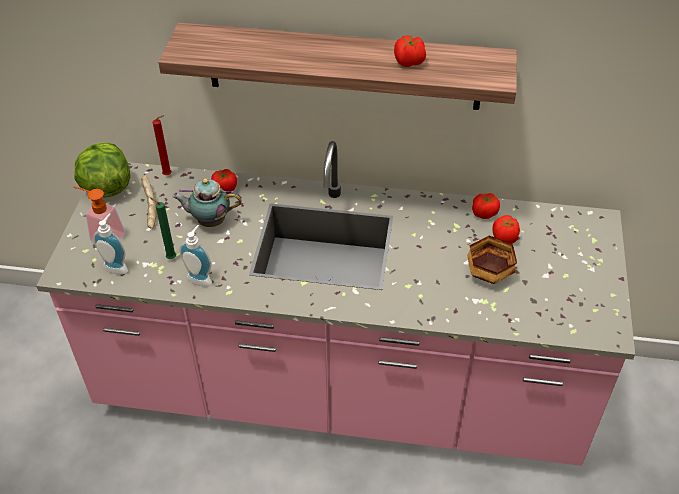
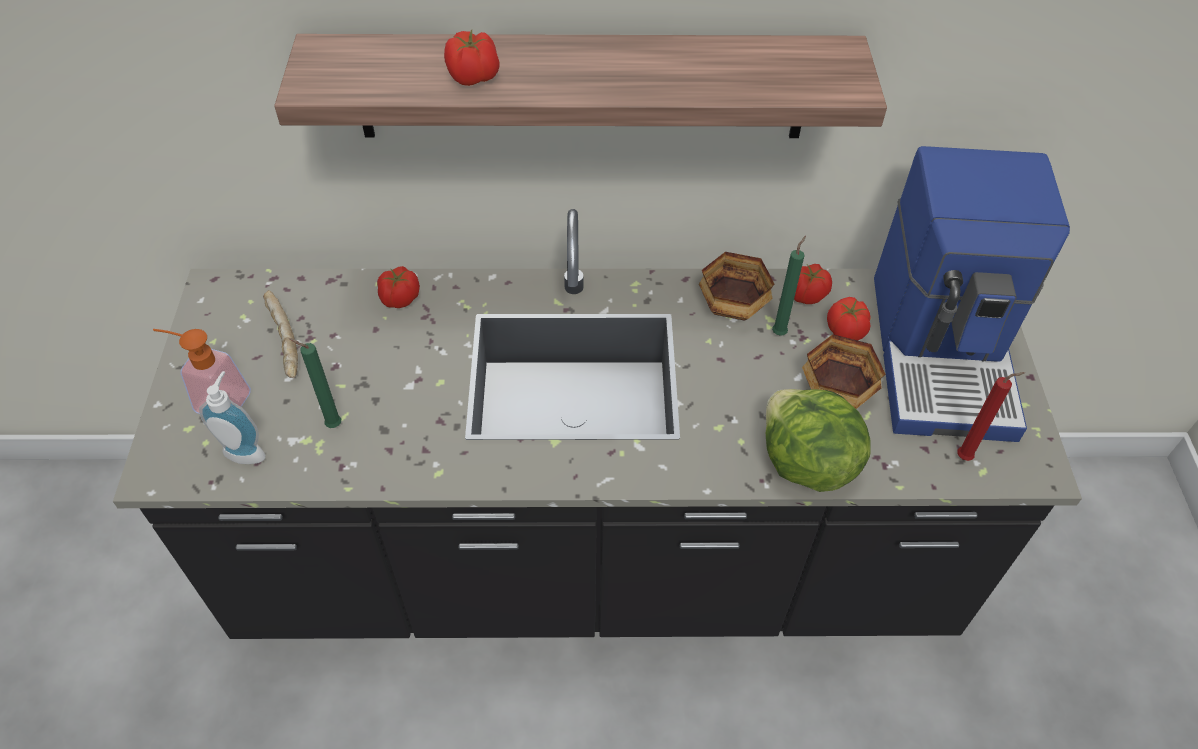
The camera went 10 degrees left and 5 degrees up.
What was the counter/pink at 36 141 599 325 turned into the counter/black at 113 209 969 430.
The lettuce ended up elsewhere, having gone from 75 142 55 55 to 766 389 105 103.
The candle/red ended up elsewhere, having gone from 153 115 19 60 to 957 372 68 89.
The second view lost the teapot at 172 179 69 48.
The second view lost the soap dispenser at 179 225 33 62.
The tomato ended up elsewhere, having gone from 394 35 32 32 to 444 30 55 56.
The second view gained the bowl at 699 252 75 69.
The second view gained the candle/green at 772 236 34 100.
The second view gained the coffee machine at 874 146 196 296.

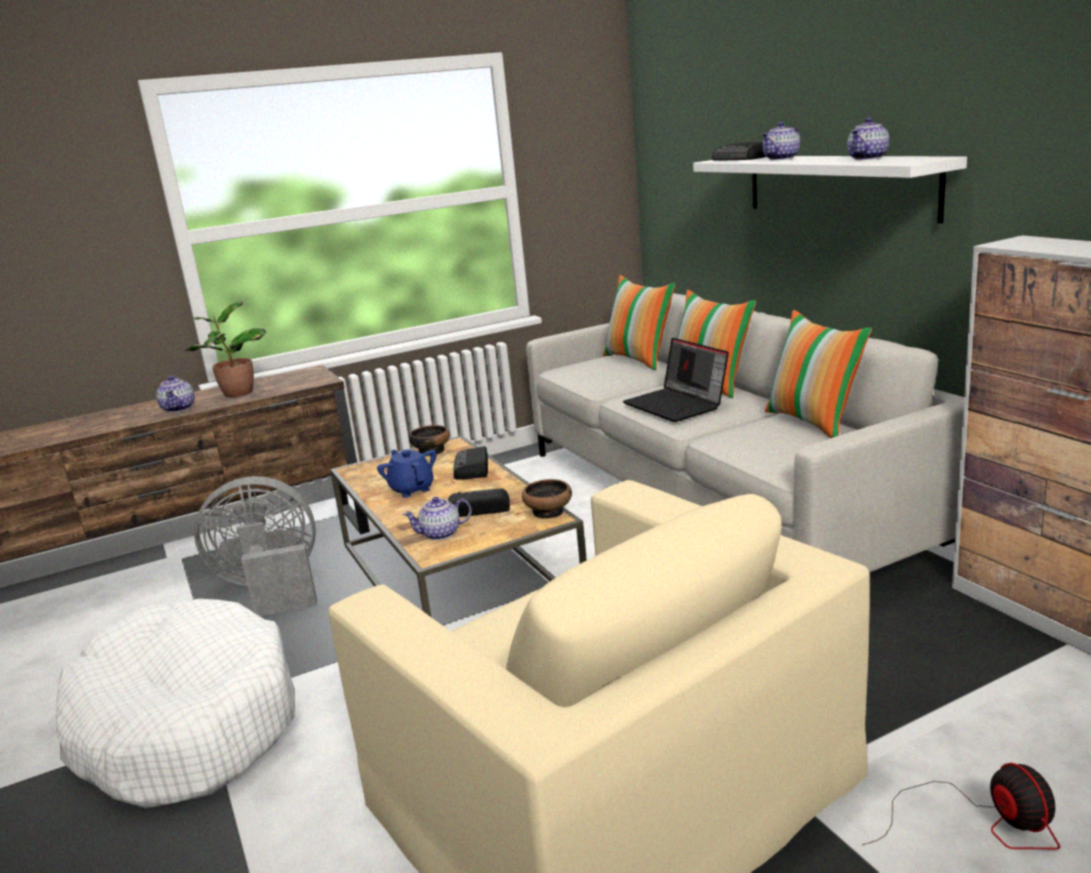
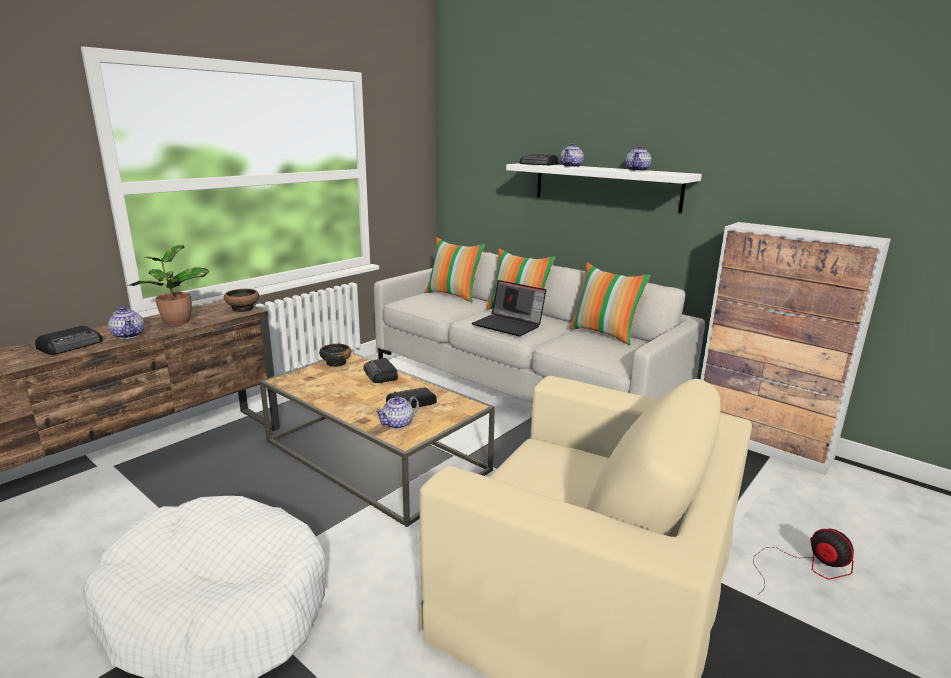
The camera went 25 degrees left and 0 degrees up.
The second view lost the fan/grey at 194 476 123 140.
The second view lost the teapot/blue at 377 449 60 49.
The bowl ended up elsewhere, having gone from 522 479 50 40 to 224 289 35 23.
The second view gained the radio at 35 326 68 29.

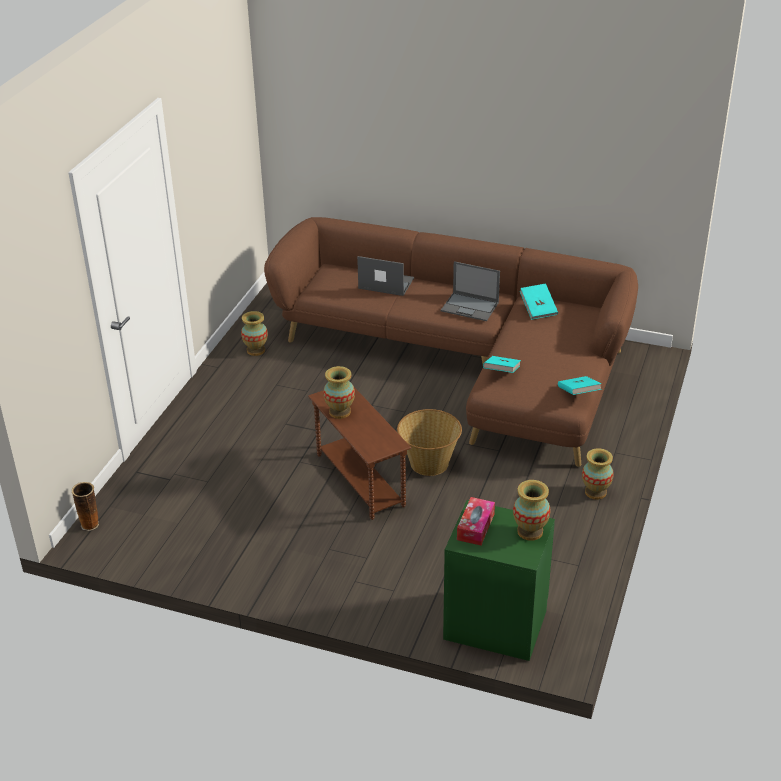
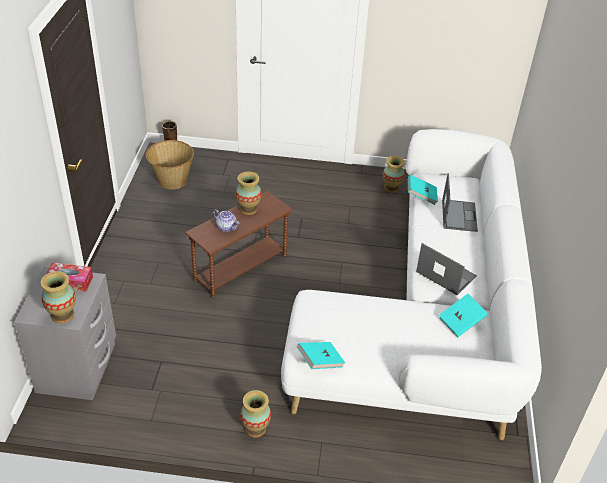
The camera went 75 degrees right and 5 degrees up.
What was the sofa/brown at 264 217 374 250 turned into the sofa/white at 281 129 261 311.
The basket ended up elsewhere, having gone from 397 409 65 67 to 145 140 49 50.
The laptop at 441 261 59 60 ended up facing another way, 120 degrees clockwise from before.
What was the nightstand/green at 443 500 112 161 turned into the nightstand/grey at 14 267 102 133.
The book/turquoise ended up elsewhere, having gone from 483 356 38 17 to 408 174 30 31.
The second view gained the teapot at 213 209 26 23.

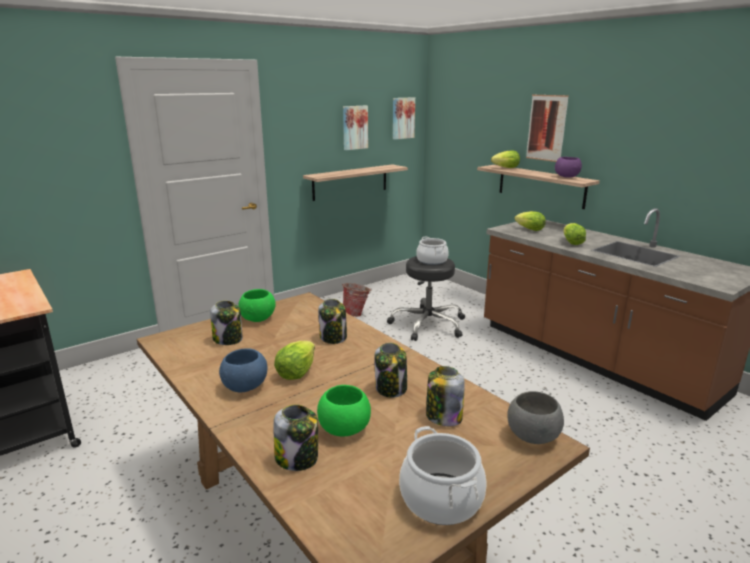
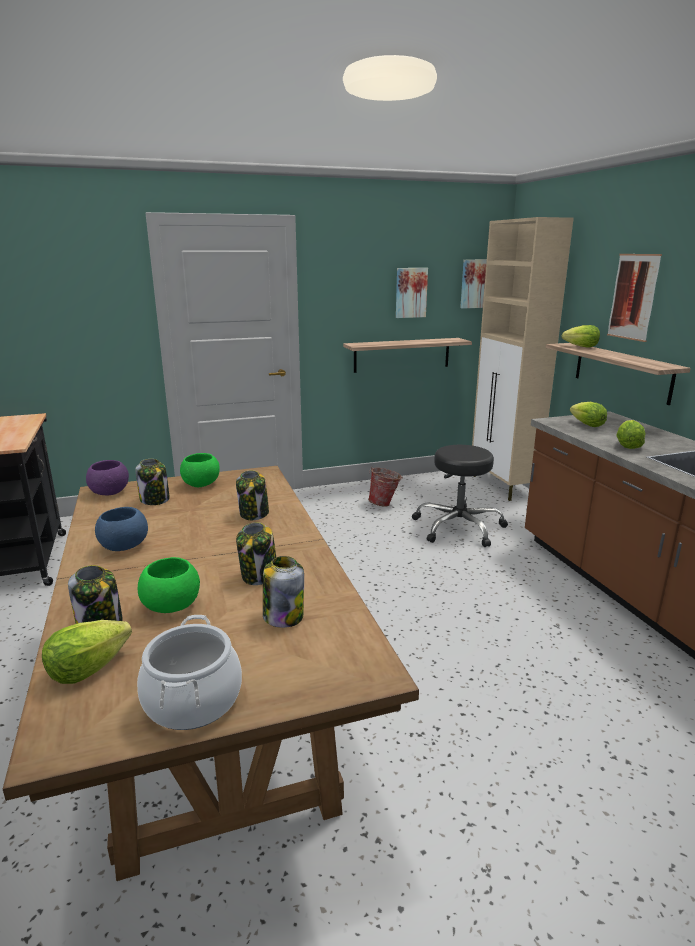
The camera went 20 degrees right and 0 degrees up.
The lettuce ended up elsewhere, having gone from 274 341 41 39 to 42 620 90 64.
The second view lost the cooking pot at 416 237 33 28.
The second view lost the bowl/grey at 507 391 57 53.
The bowl/purple ended up elsewhere, having gone from 555 157 27 21 to 86 460 43 35.
The second view gained the cabinet/beige at 472 217 102 284.

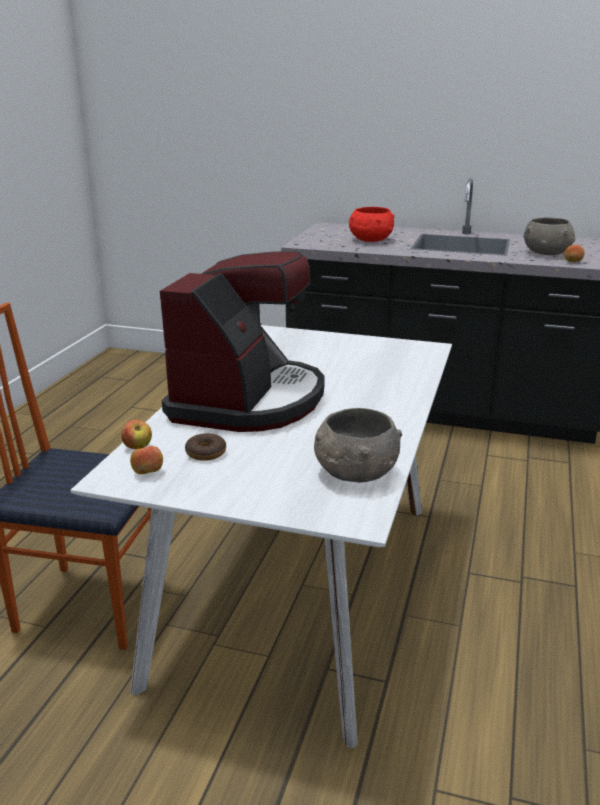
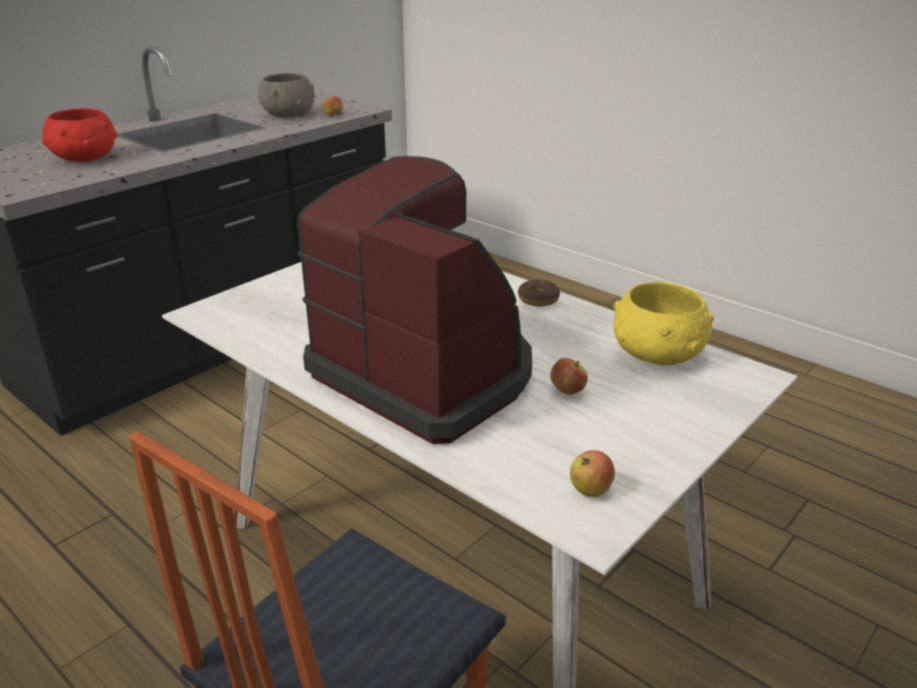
The camera went 65 degrees left and 5 degrees up.
The apple ended up elsewhere, having gone from 121 420 31 29 to 550 358 38 37.
The donut ended up elsewhere, having gone from 185 433 41 28 to 518 280 42 26.
What was the bowl/grey at 314 408 88 75 turned into the bowl/yellow at 614 282 100 83.

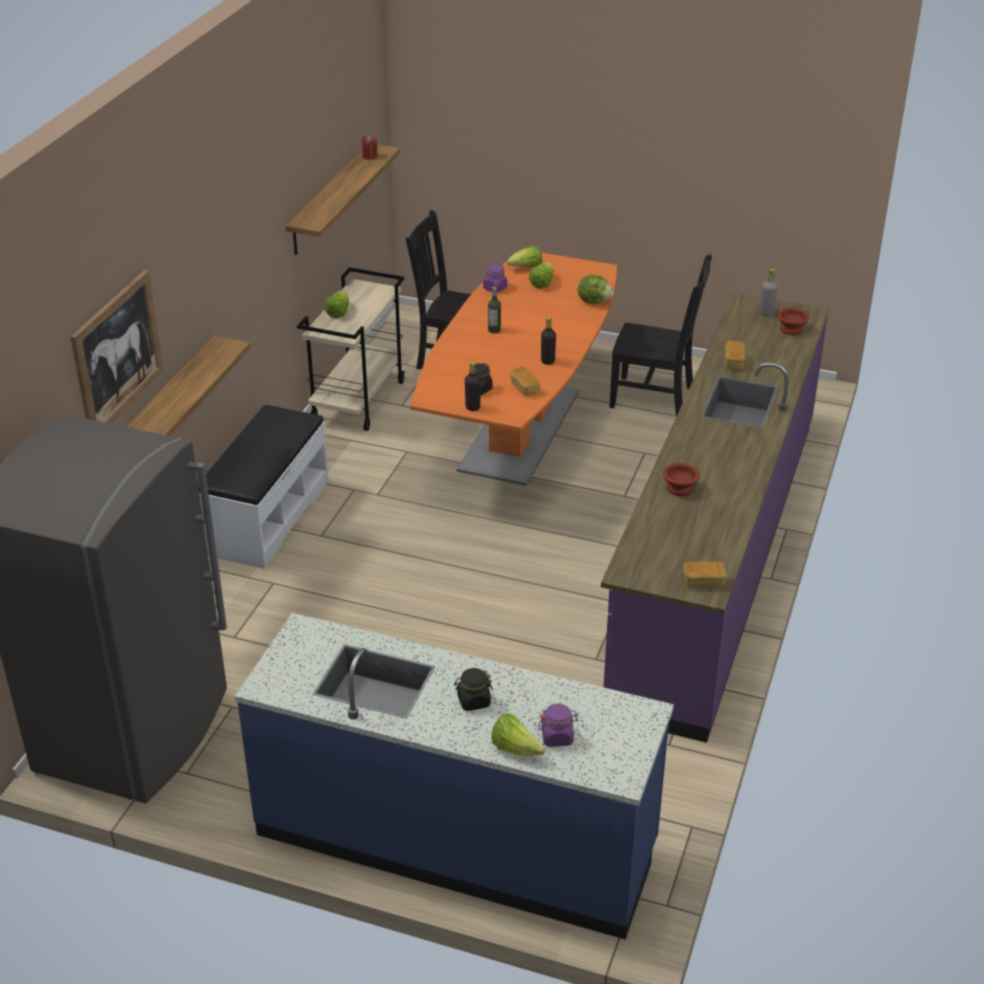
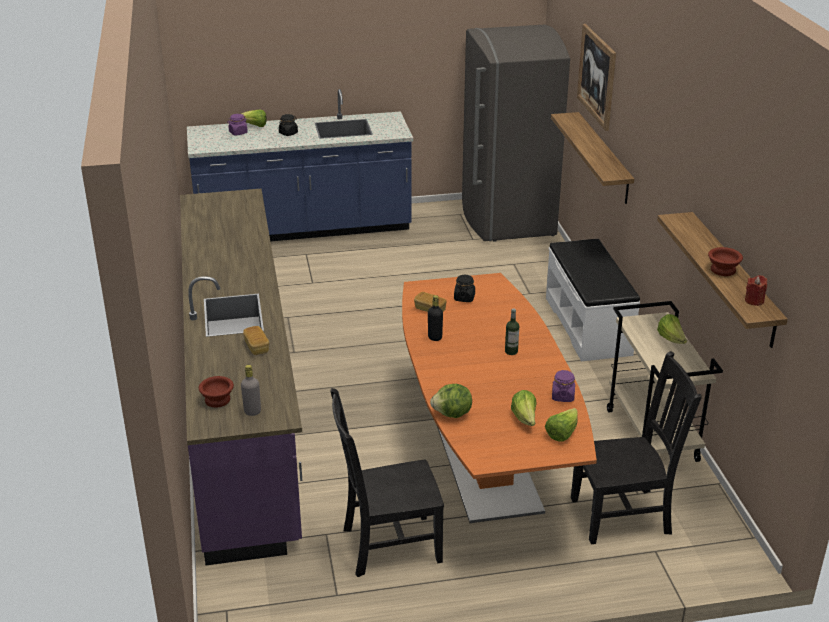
The camera went 150 degrees right and 5 degrees down.
The second view lost the bottle/black at 465 362 16 49.
The bowl/brown ended up elsewhere, having gone from 663 463 37 33 to 708 247 35 29.
The second view lost the bread at 683 562 43 25.

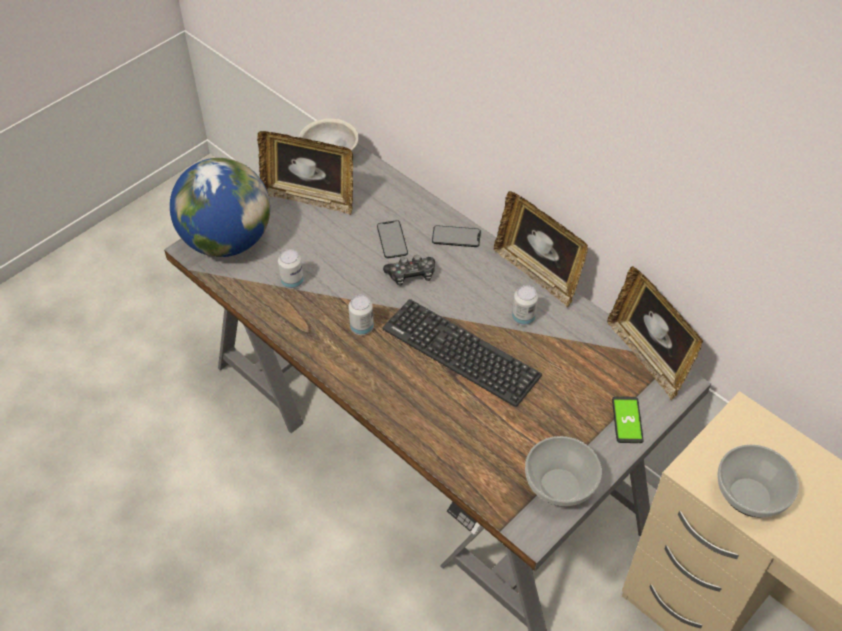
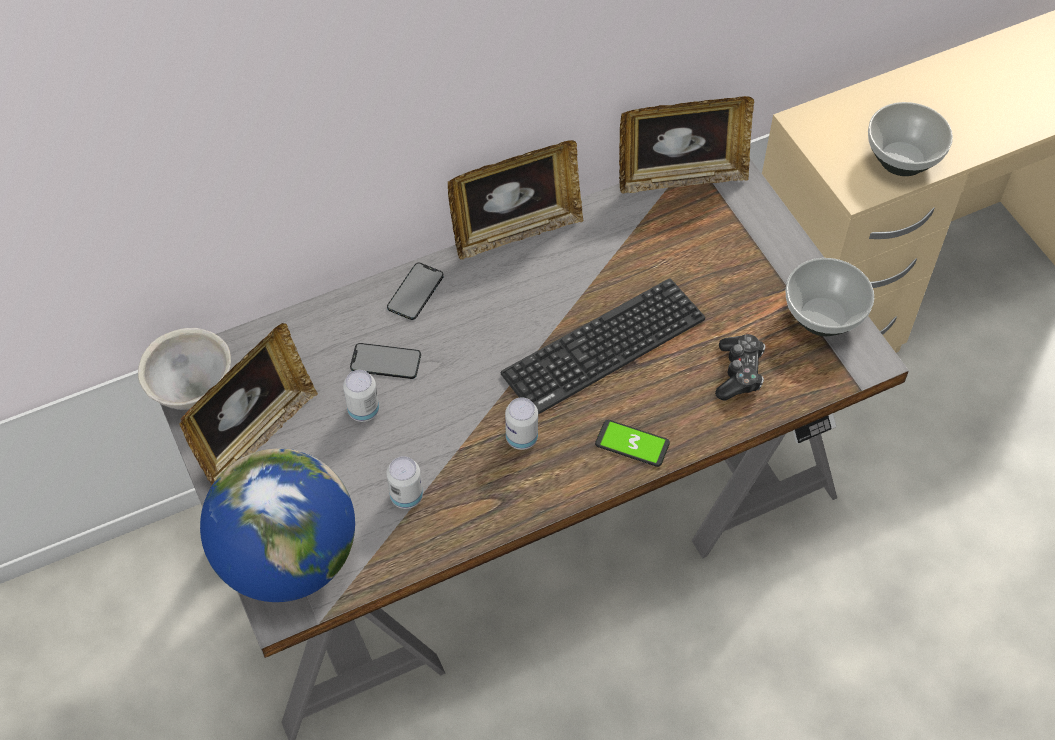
The camera went 70 degrees left and 5 degrees up.
The game controller ended up elsewhere, having gone from 383 255 52 31 to 715 334 50 67.
The can ended up elsewhere, having gone from 512 285 26 41 to 343 370 36 52.
The phone ended up elsewhere, having gone from 612 396 31 47 to 595 420 75 47.

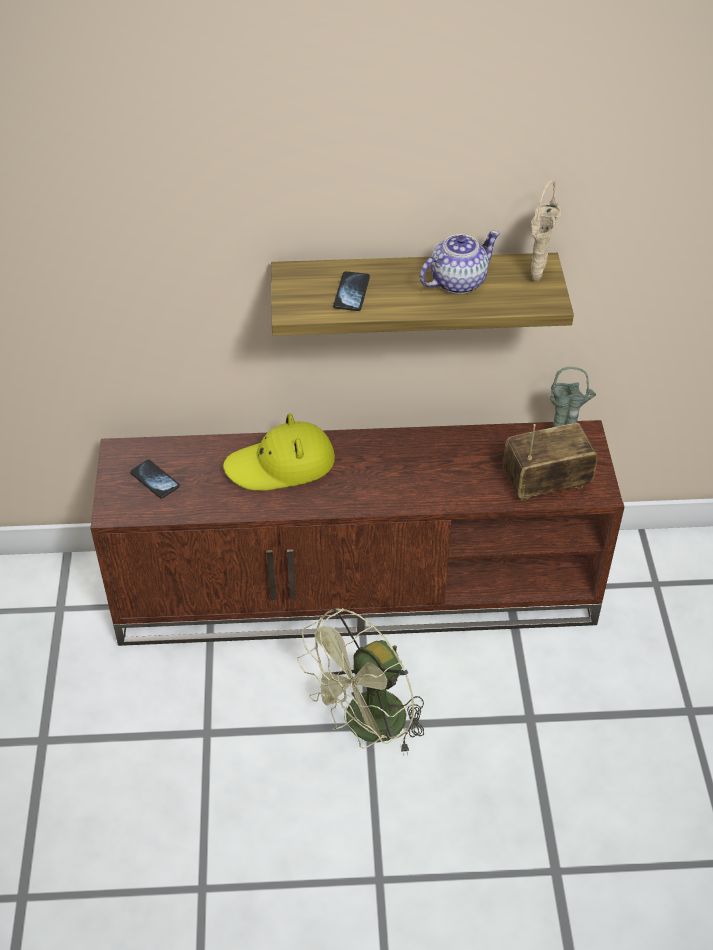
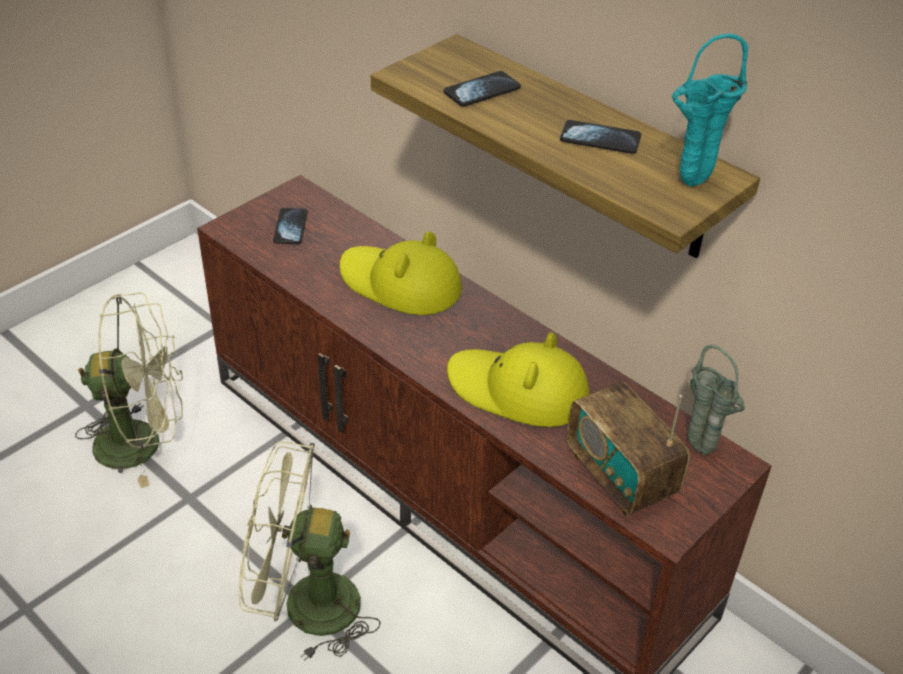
The camera went 45 degrees right and 5 degrees down.
Where the teapot stood at 420 231 80 63, the phone came to stand at 560 120 81 34.
The radio at 503 423 95 79 ended up facing another way, 150 degrees counterclockwise from before.
What was the vase/beige at 531 180 31 102 turned into the vase/turquoise at 672 34 76 152.
The second view gained the fan/green at 75 292 108 196.
The second view gained the hat/yellow at 447 332 142 95.

